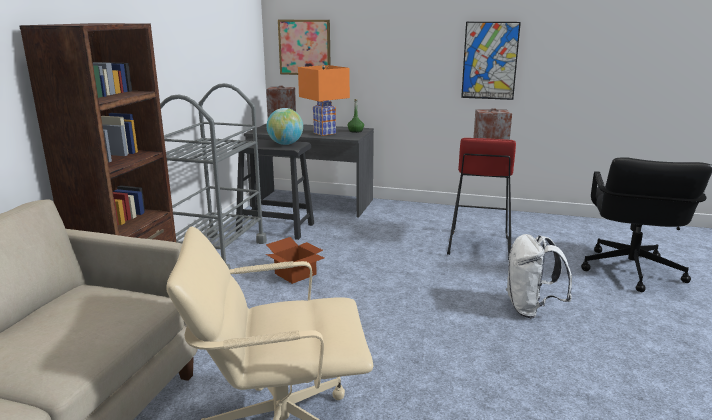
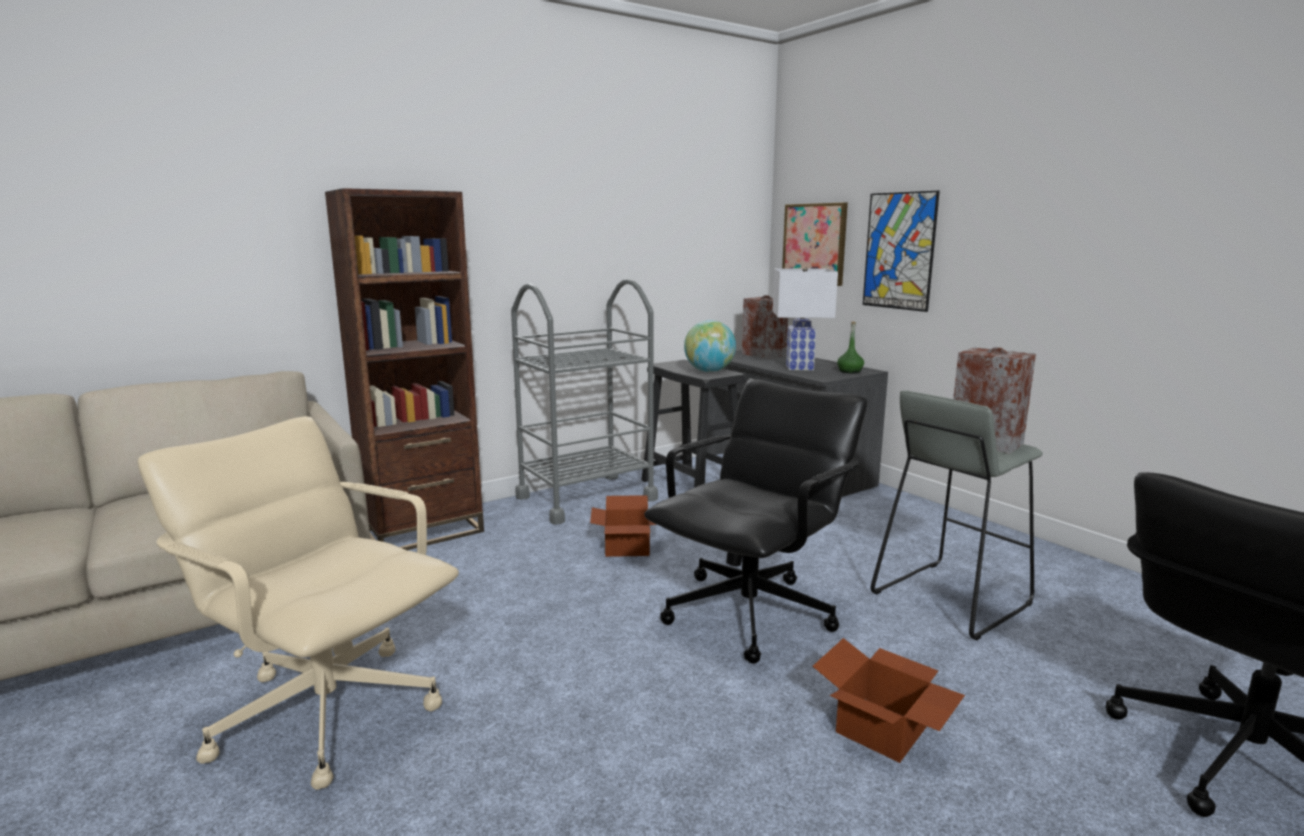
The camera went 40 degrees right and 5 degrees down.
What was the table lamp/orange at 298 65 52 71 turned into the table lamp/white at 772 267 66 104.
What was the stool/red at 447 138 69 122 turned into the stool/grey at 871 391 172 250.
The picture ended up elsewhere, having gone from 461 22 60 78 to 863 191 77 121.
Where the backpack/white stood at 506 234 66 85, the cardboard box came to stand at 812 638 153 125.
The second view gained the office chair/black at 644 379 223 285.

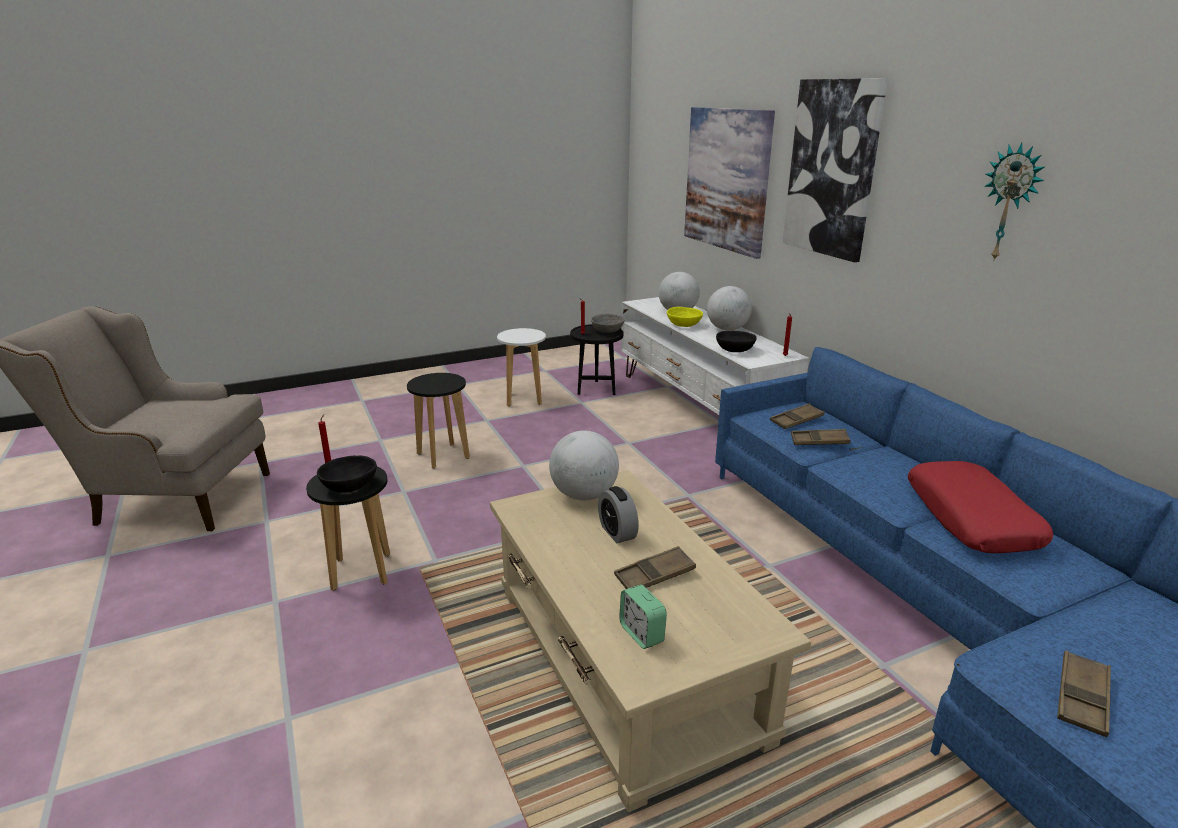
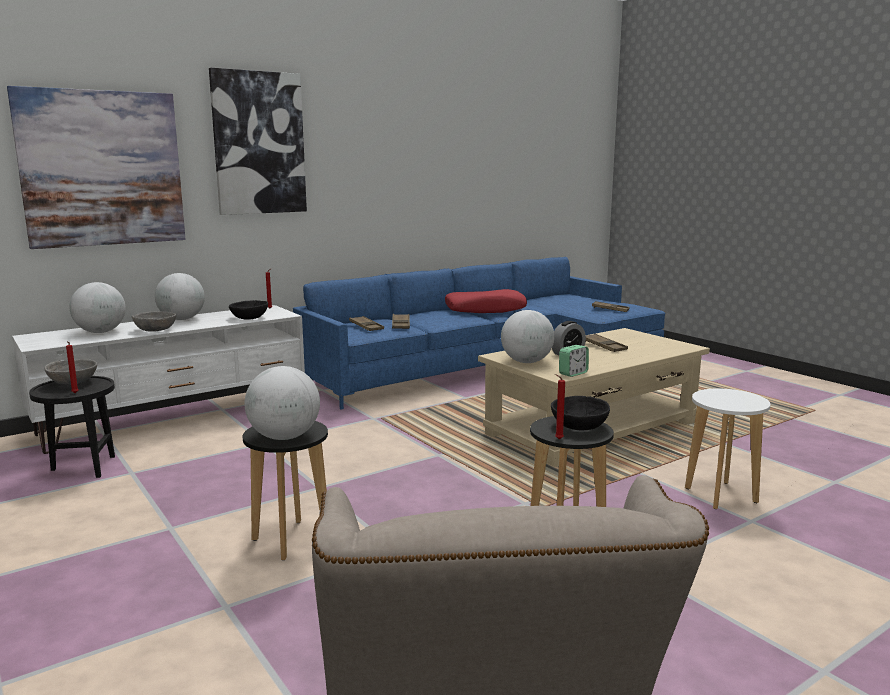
The camera went 100 degrees left and 10 degrees down.
The stool/white ended up elsewhere, having gone from 497 328 49 78 to 685 389 86 120.
The alarm clock ended up elsewhere, having gone from 619 585 48 64 to 559 345 30 32.
What was the bowl/yellow at 667 307 36 20 turned into the bowl/grey at 132 311 44 21.
The second view lost the wall clock at 984 143 61 119.
The second view gained the globe at 245 366 75 74.

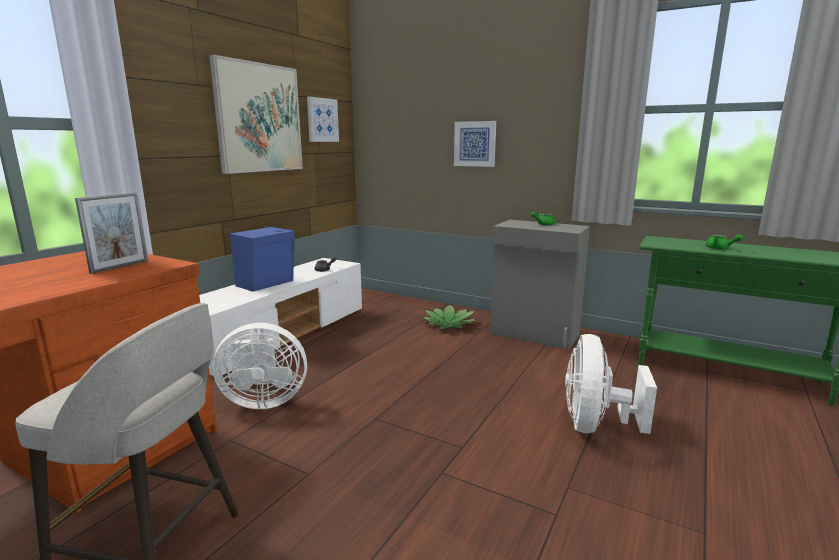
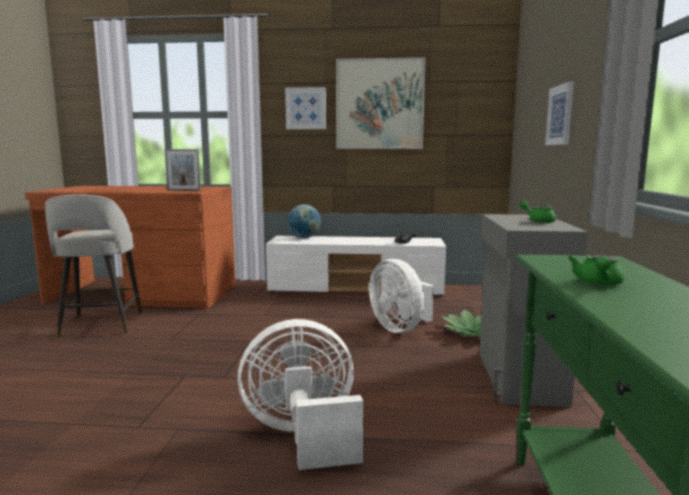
The camera went 65 degrees right and 5 degrees down.
The fan/white ended up elsewhere, having gone from 213 323 94 86 to 369 259 65 74.
The second view lost the speaker/blue at 230 226 65 66.
The picture ended up elsewhere, having gone from 307 97 32 45 to 285 87 41 42.
The second view gained the globe at 287 204 34 34.

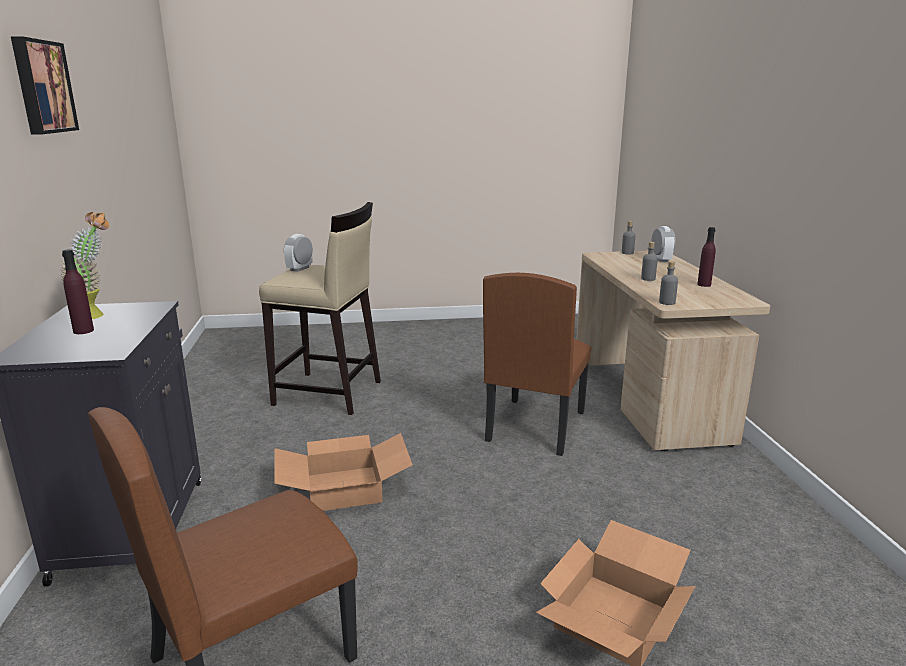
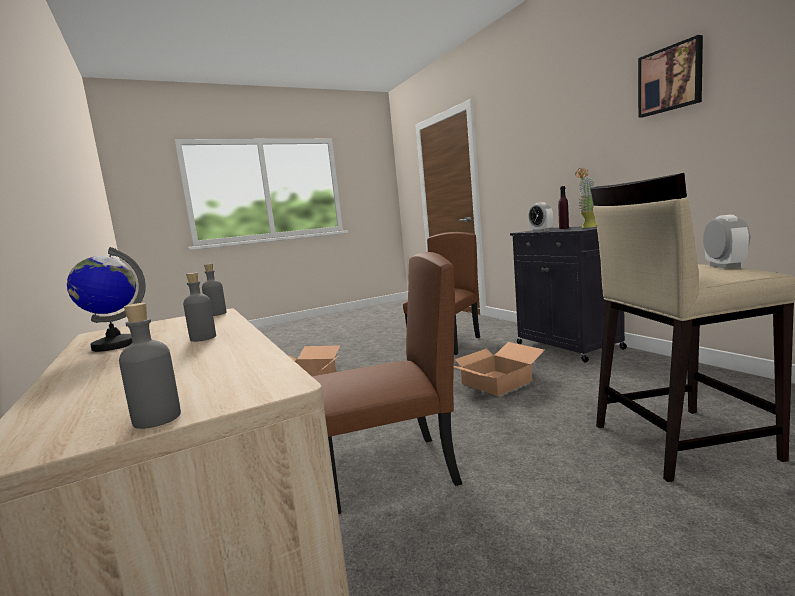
The camera went 160 degrees right and 10 degrees down.
The chair/brown at 483 273 108 183 ended up facing another way, 75 degrees clockwise from before.
The alarm clock ended up elsewhere, having gone from 651 226 25 36 to 529 202 24 30.
Where the bottle/purple stood at 697 227 19 60, the globe came to stand at 67 247 79 105.

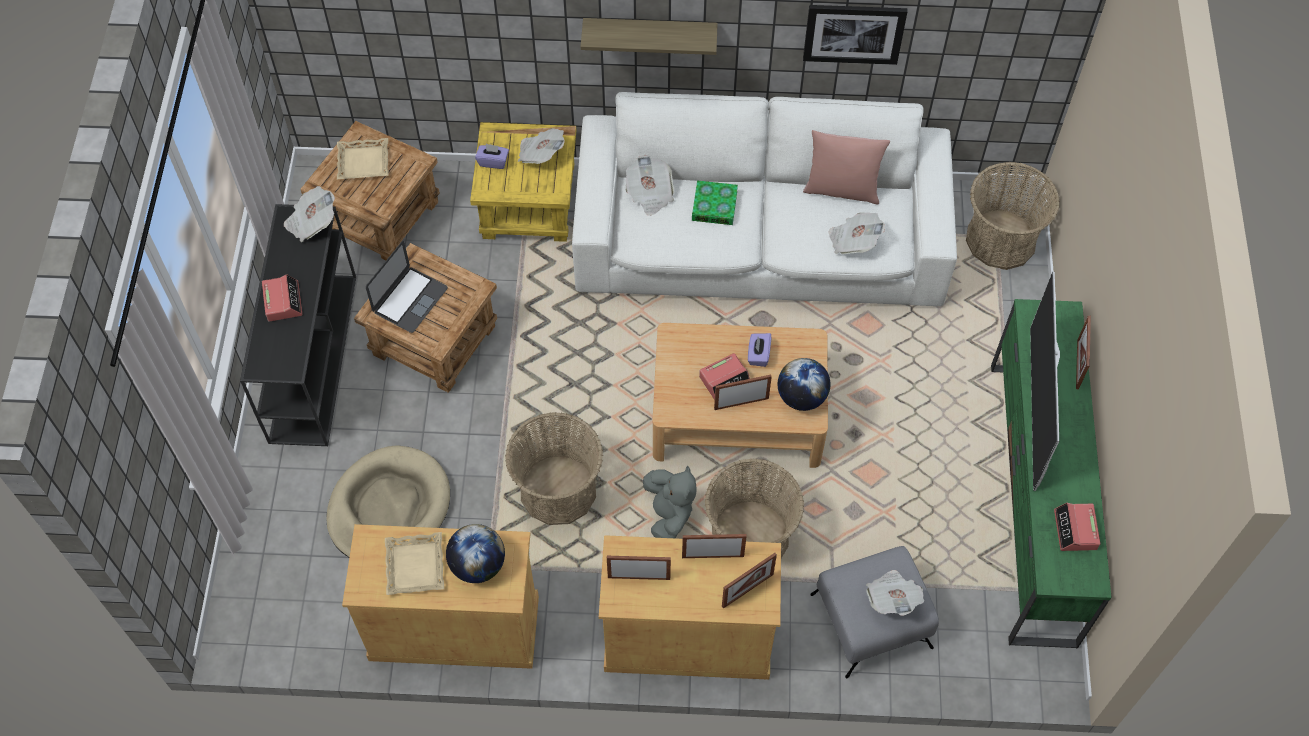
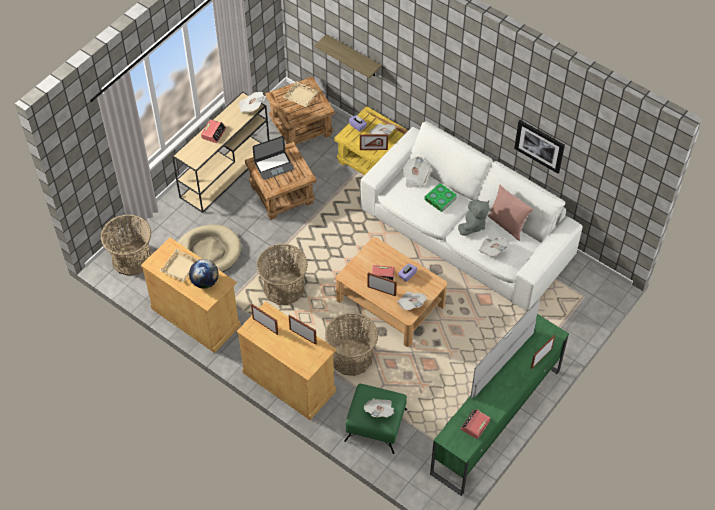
The camera went 35 degrees right and 5 degrees down.
What was the console table/black at 240 204 116 242 turned into the console table/beige at 172 91 97 122.
The shelf ended up elsewhere, having gone from 581 18 137 37 to 315 34 66 44.
The plush toy/grey ended up elsewhere, having gone from 643 466 54 72 to 458 200 31 36.
The picture frame ended up elsewhere, having gone from 722 553 55 56 to 360 134 28 16.
Where the globe stood at 778 358 52 53, the newspaper came to stand at 397 291 30 19.
What was the ottoman/grey at 810 546 129 132 turned into the ottoman/green at 344 384 63 70.
The basket ended up elsewhere, having gone from 966 162 94 108 to 101 214 50 62.

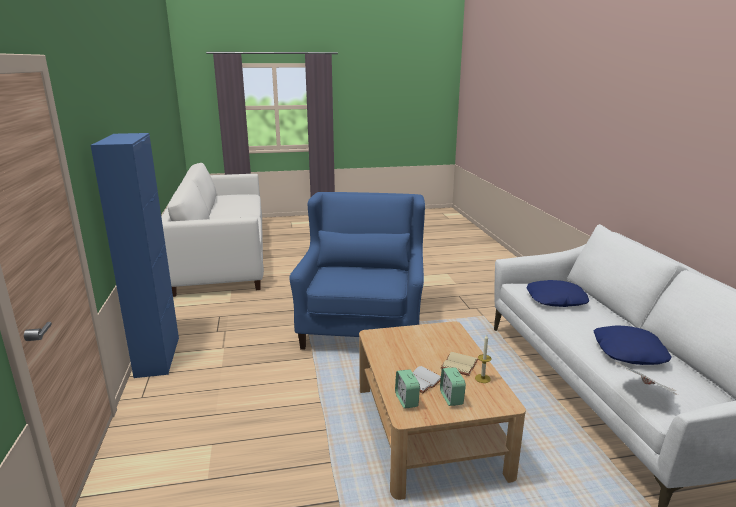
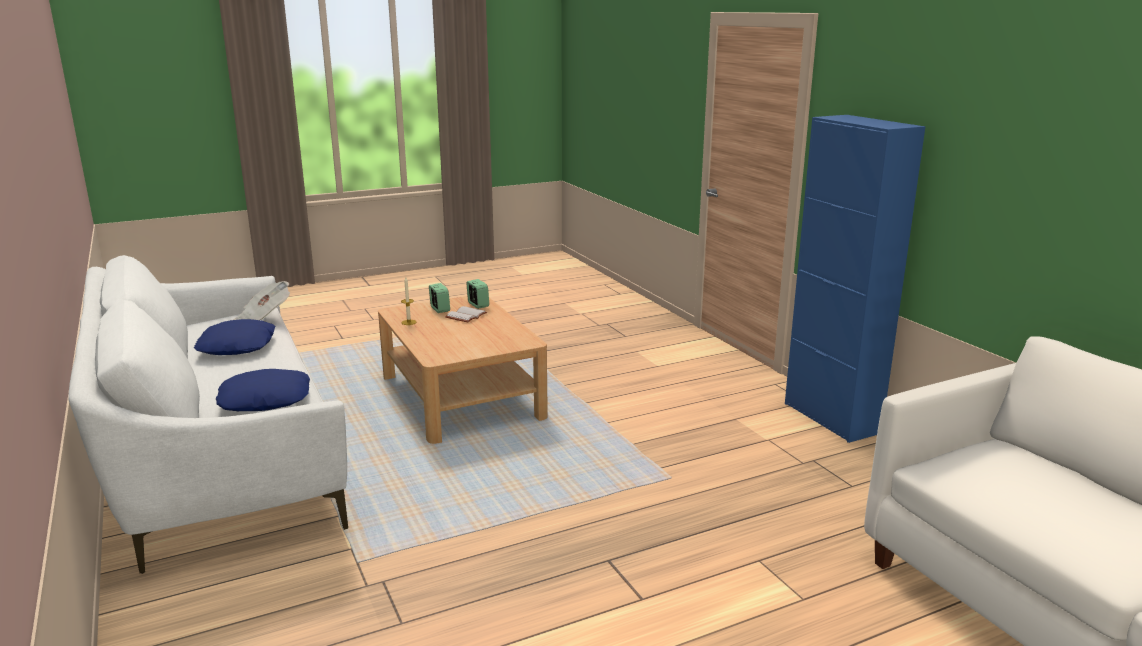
The camera went 165 degrees right and 0 degrees up.
The second view lost the armchair/blue at 289 192 136 158.
The second view lost the book/beige at 441 352 37 24.

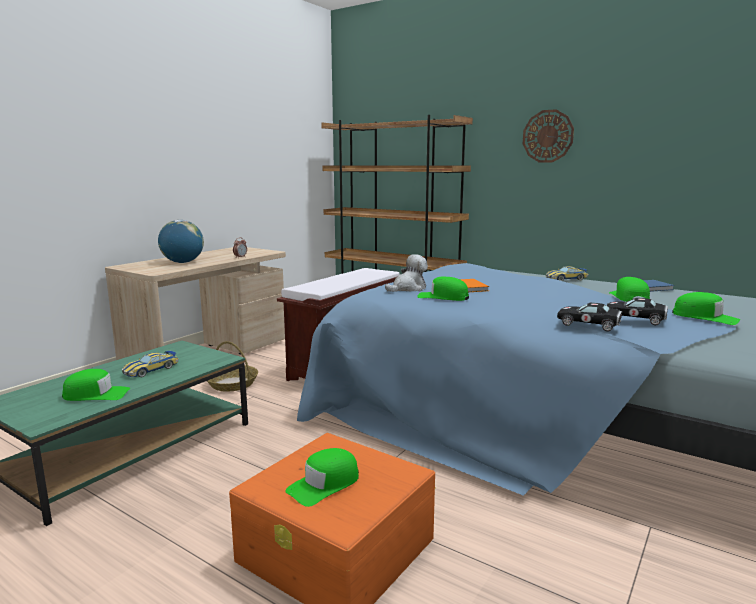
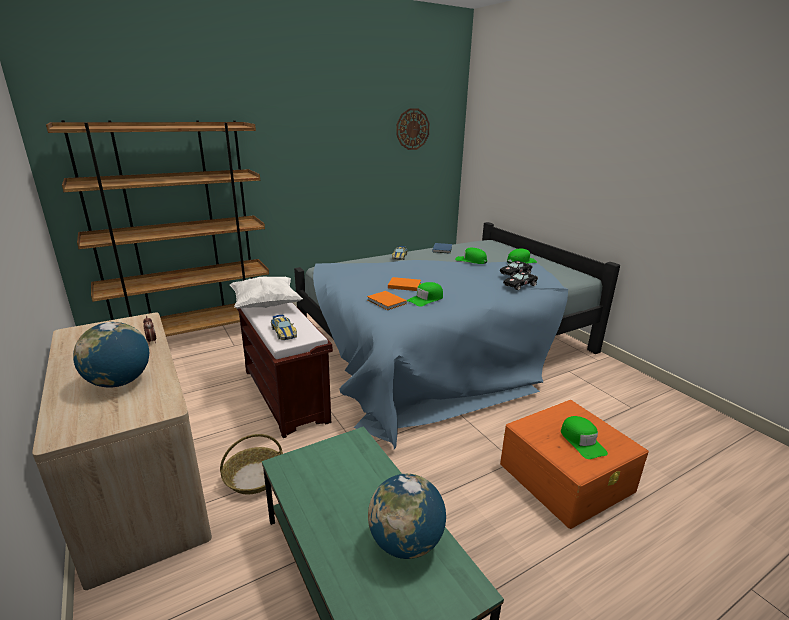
The camera went 65 degrees left and 10 degrees up.
Where the cap/green stood at 62 369 68 32, the globe came to stand at 368 474 78 85.
The toy car ended up elsewhere, having gone from 122 351 57 26 to 271 315 26 25.
Where the plush toy stood at 385 254 43 38, the book/orange came to stand at 367 291 40 19.
The wall clock ended up elsewhere, having gone from 523 109 51 54 to 396 108 34 42.
The second view gained the pillow/white at 230 277 73 32.

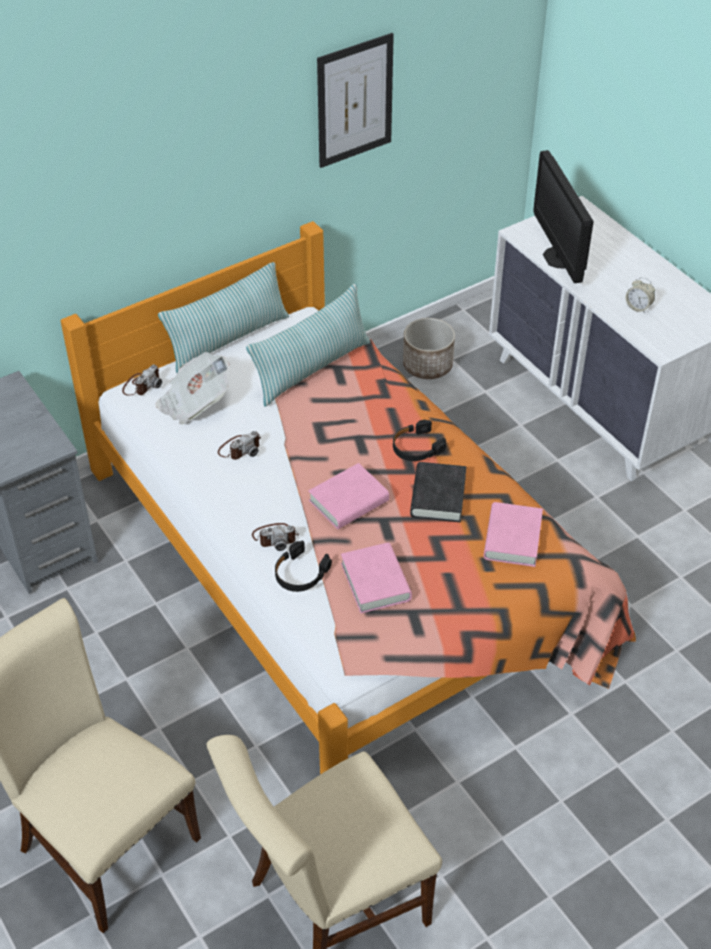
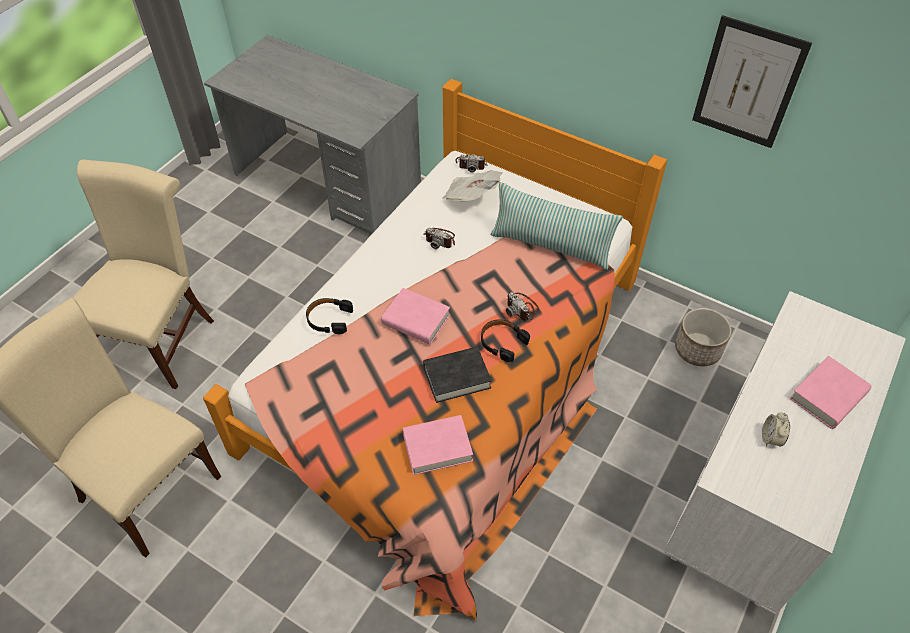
The camera went 65 degrees right and 5 degrees up.
The second view lost the pillow at 158 262 131 111.
The photo camera ended up elsewhere, having gone from 252 523 47 28 to 506 292 33 29.
The book/pink ended up elsewhere, having gone from 341 543 71 70 to 789 356 82 73.
The second view lost the monitor at 534 150 60 133.

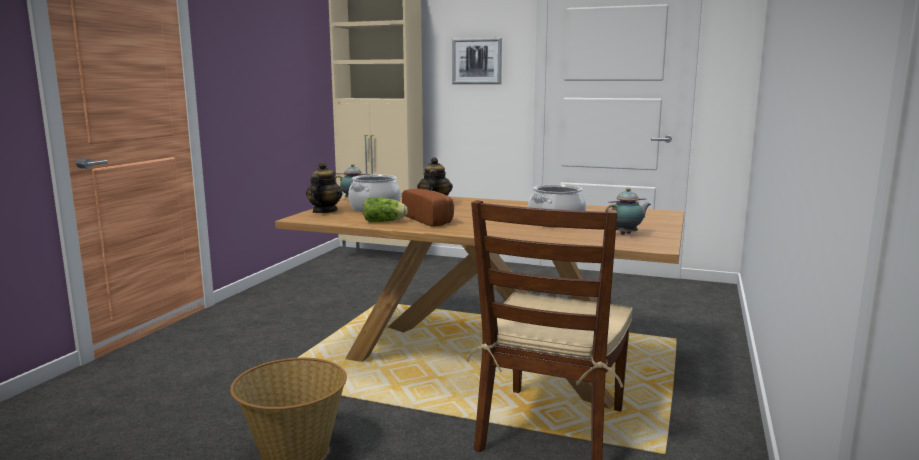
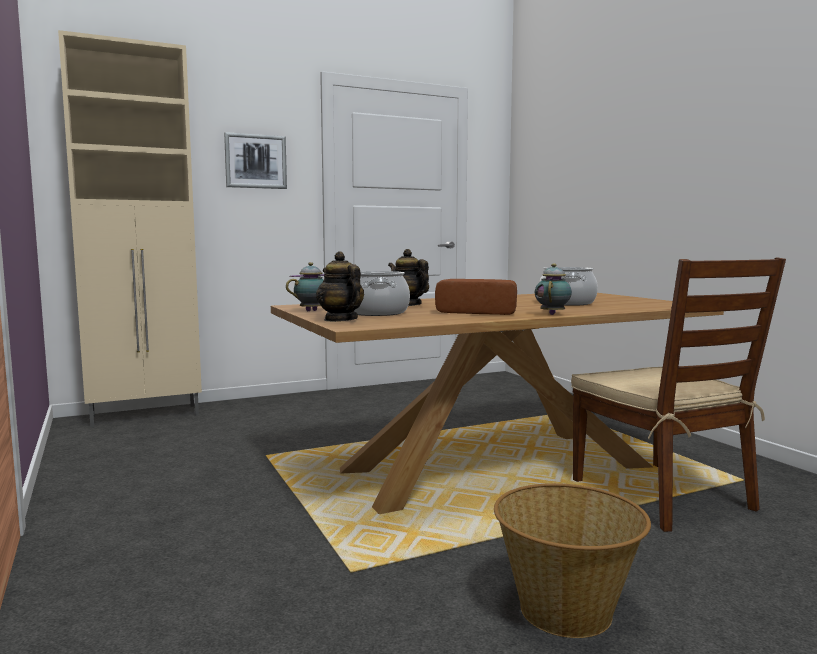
The camera went 45 degrees left and 5 degrees down.
The second view lost the lettuce at 363 197 45 25.
The teapot ended up elsewhere, having gone from 605 188 46 47 to 535 263 37 52.

